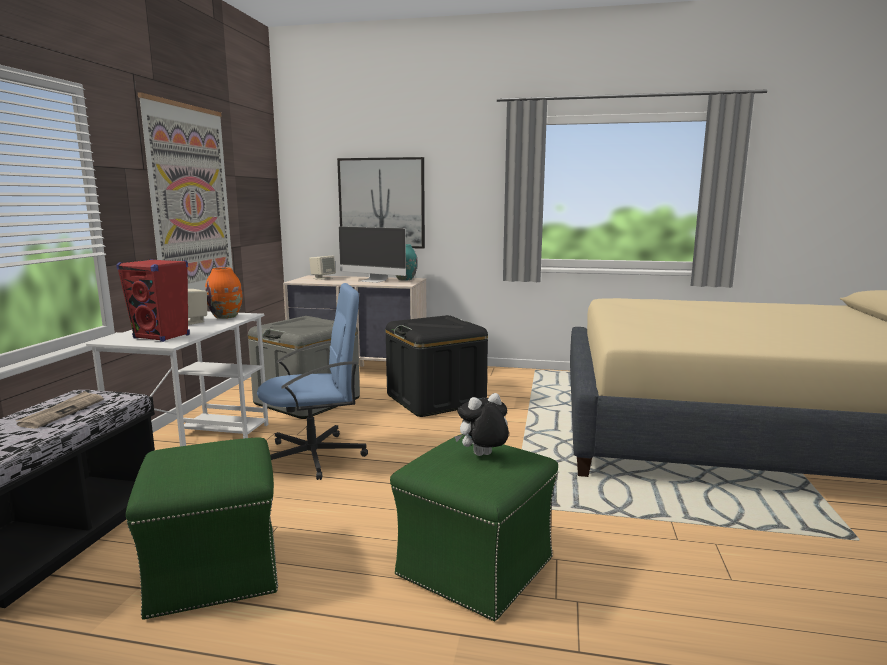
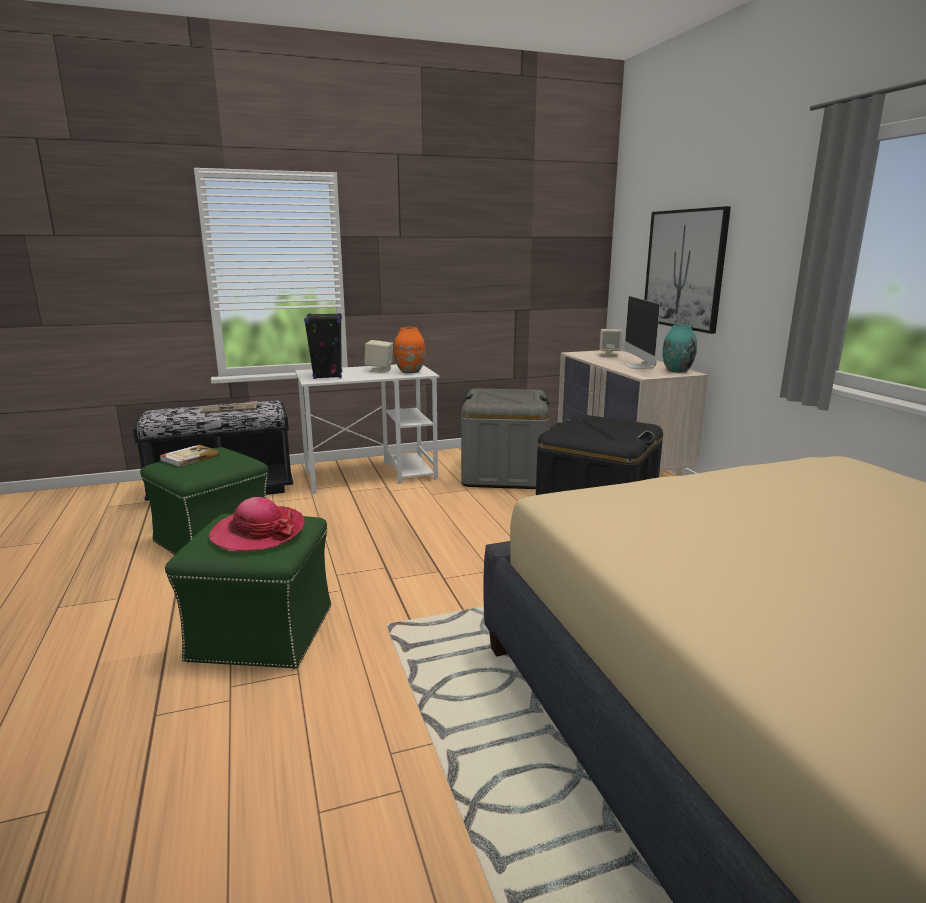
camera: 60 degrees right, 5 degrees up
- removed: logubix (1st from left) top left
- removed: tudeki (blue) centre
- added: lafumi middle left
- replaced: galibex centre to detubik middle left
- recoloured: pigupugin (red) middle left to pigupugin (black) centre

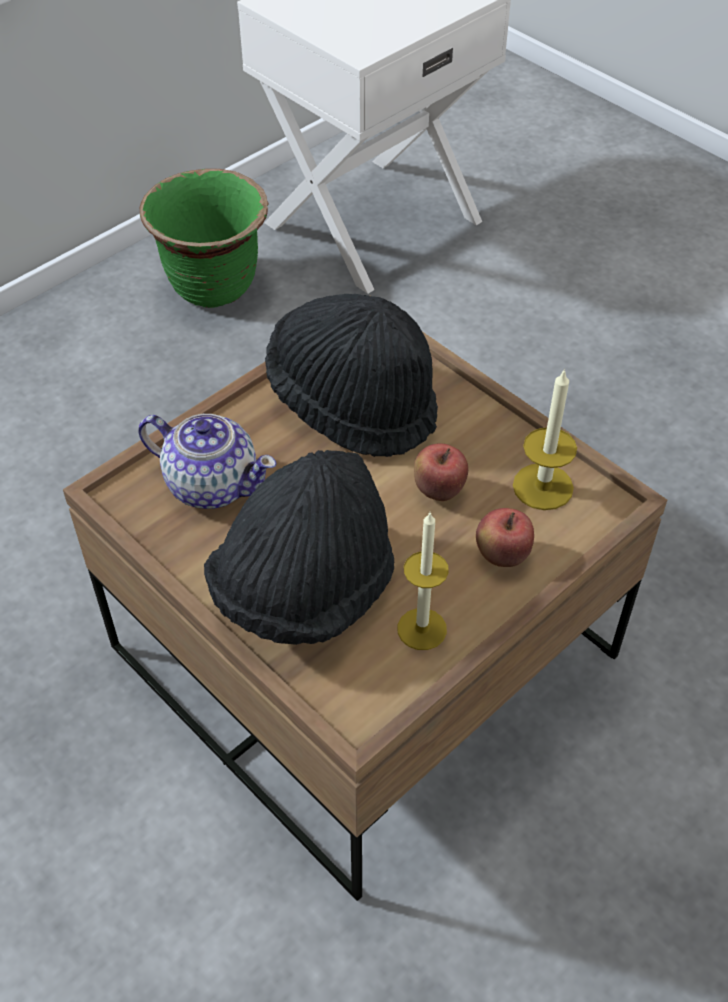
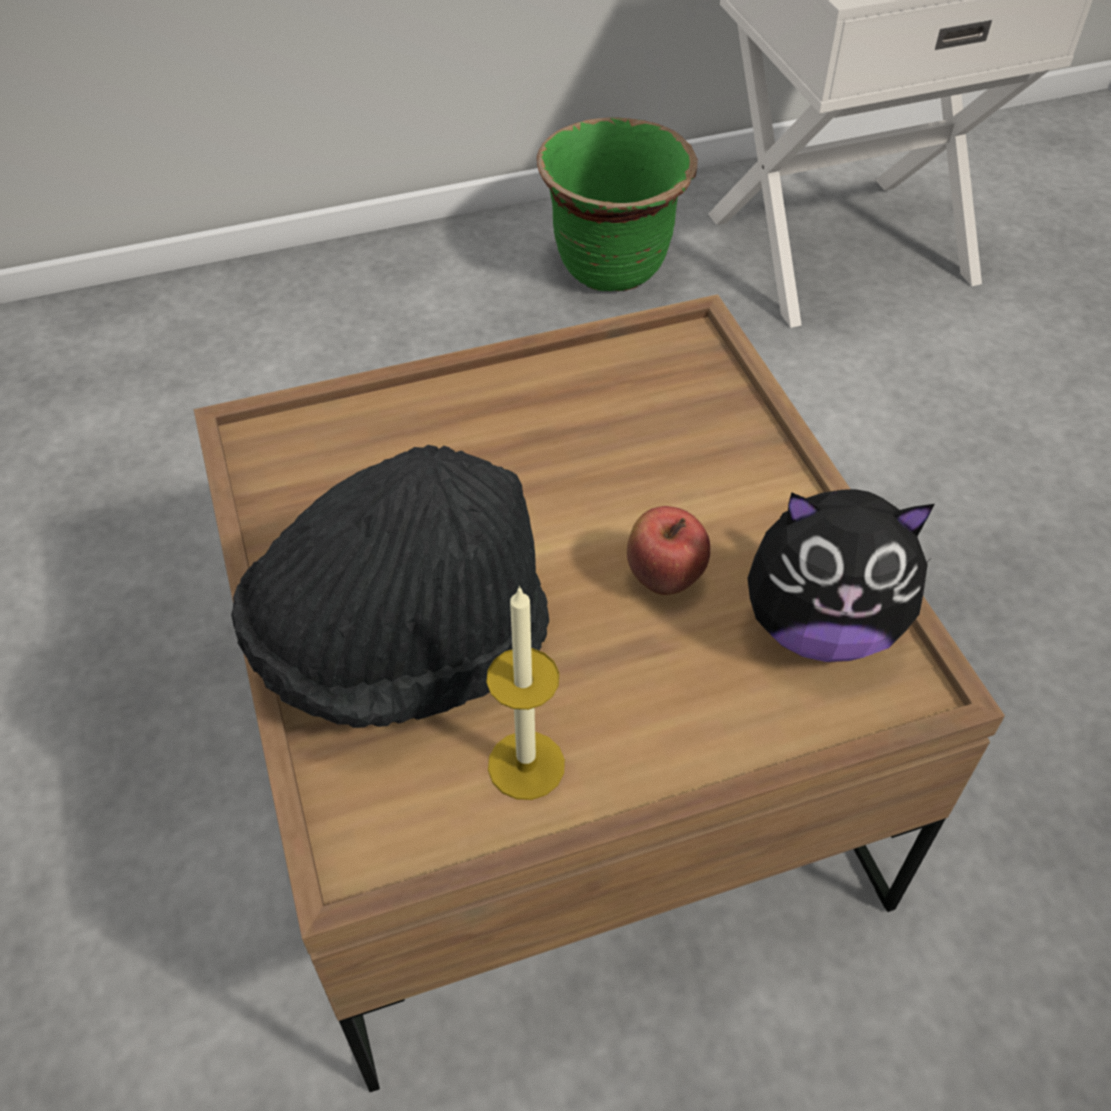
camera: 25 degrees right, 0 degrees up
- removed: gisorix middle left
- removed: detubik (black) (2nd from left) centre
- removed: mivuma (2nd from left) middle right
- replaced: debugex (2nd from left) middle right to galibex middle right

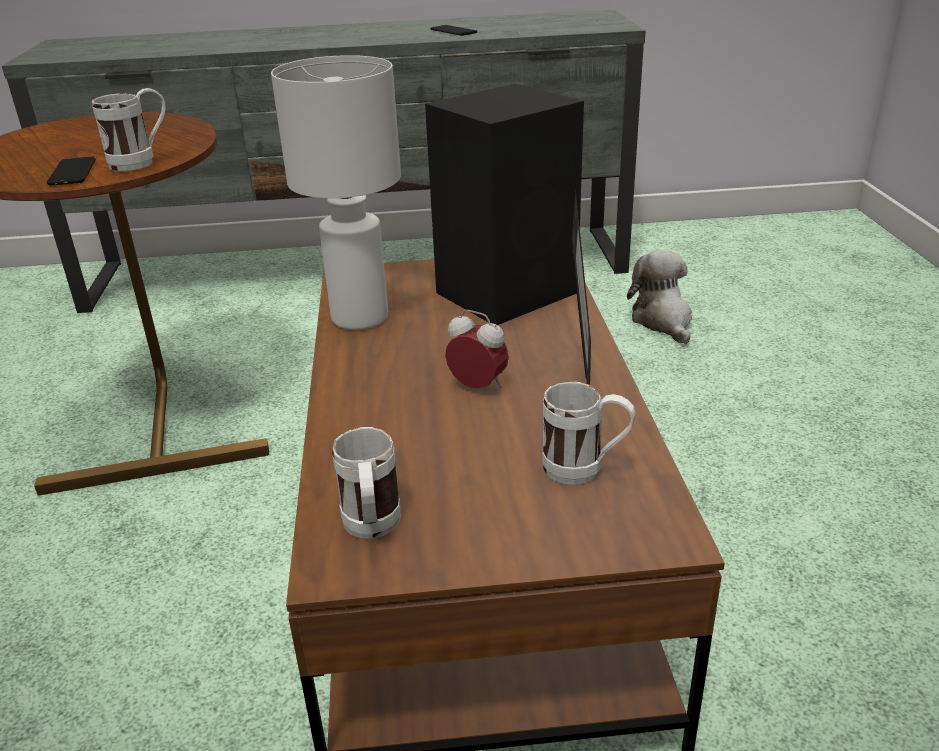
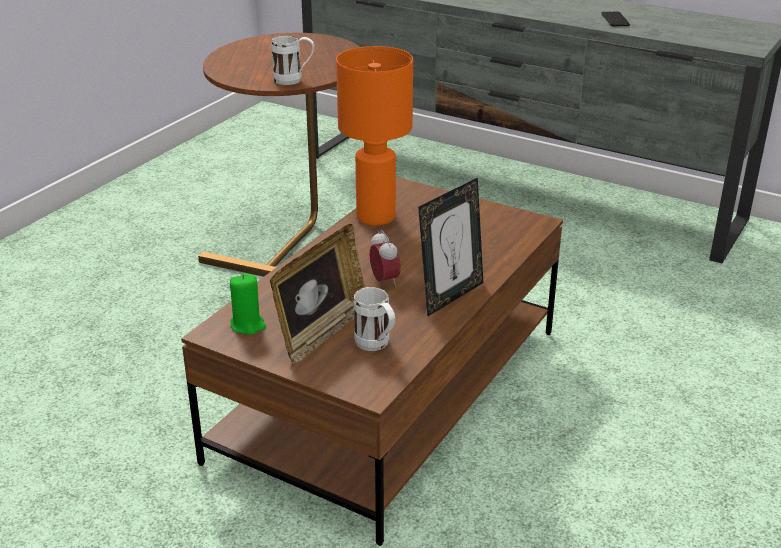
camera: 35 degrees right, 0 degrees up
- removed: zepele (1st from left) top left
- removed: pigupugin (black) top centre
- removed: galibex middle right
- added: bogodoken (1st from left) centre
- replaced: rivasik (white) (2nd from left) centre to debugex (green) middle left
- recoloured: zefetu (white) top centre to zefetu (orange) top centre

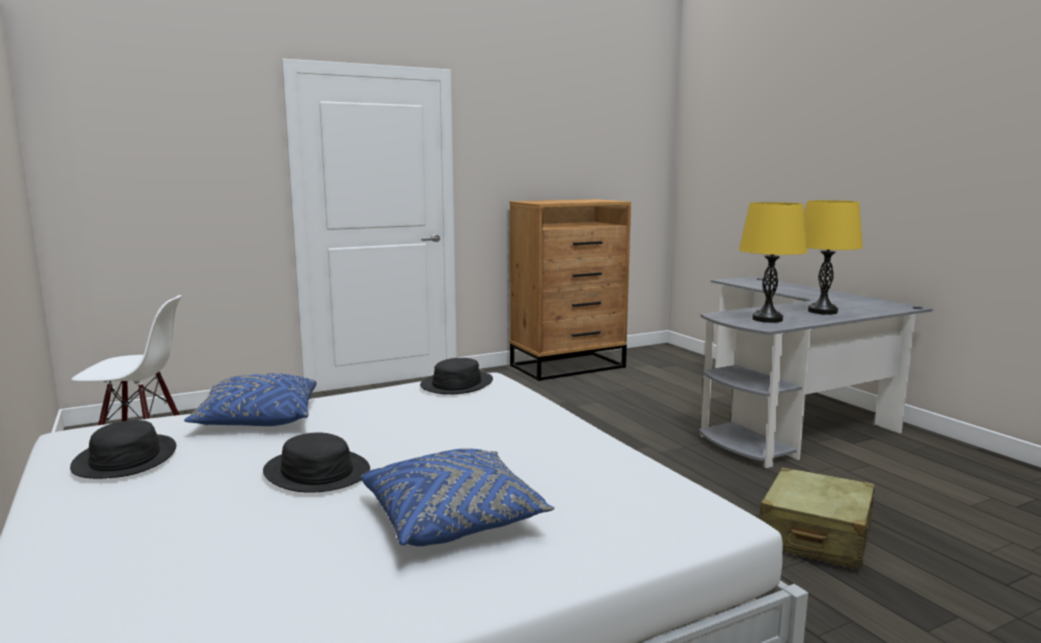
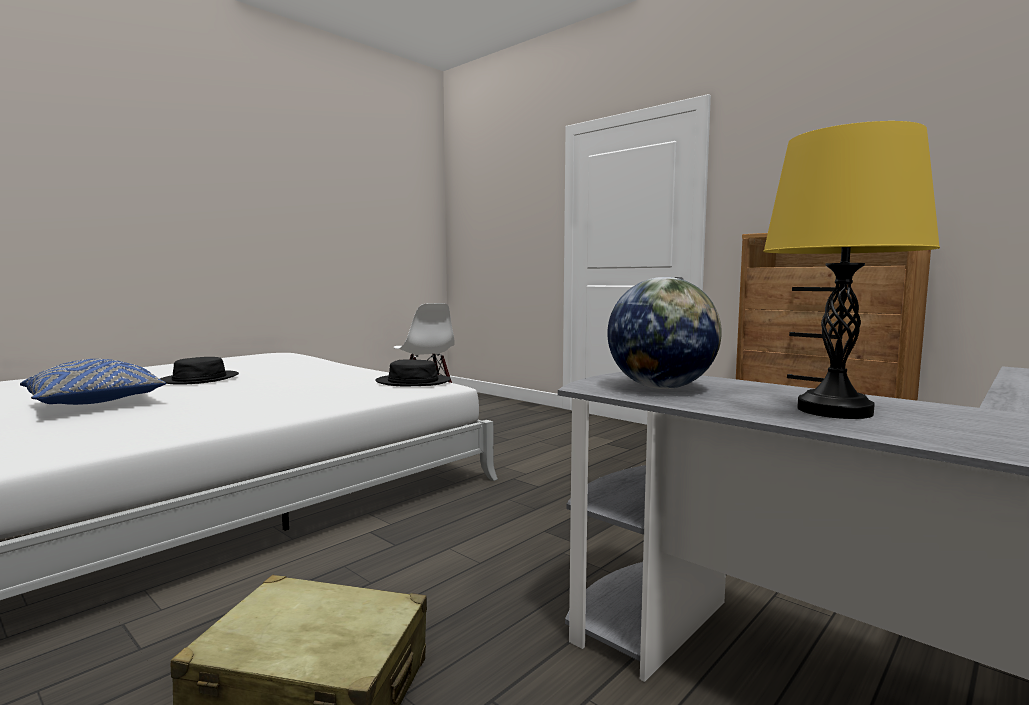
camera: 70 degrees right, 5 degrees down
- removed: detubik (black) (1st from left) bottom left
- removed: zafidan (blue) (1st from left) middle left
- replaced: zefetu (yellow) (1st from left) middle right to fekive centre

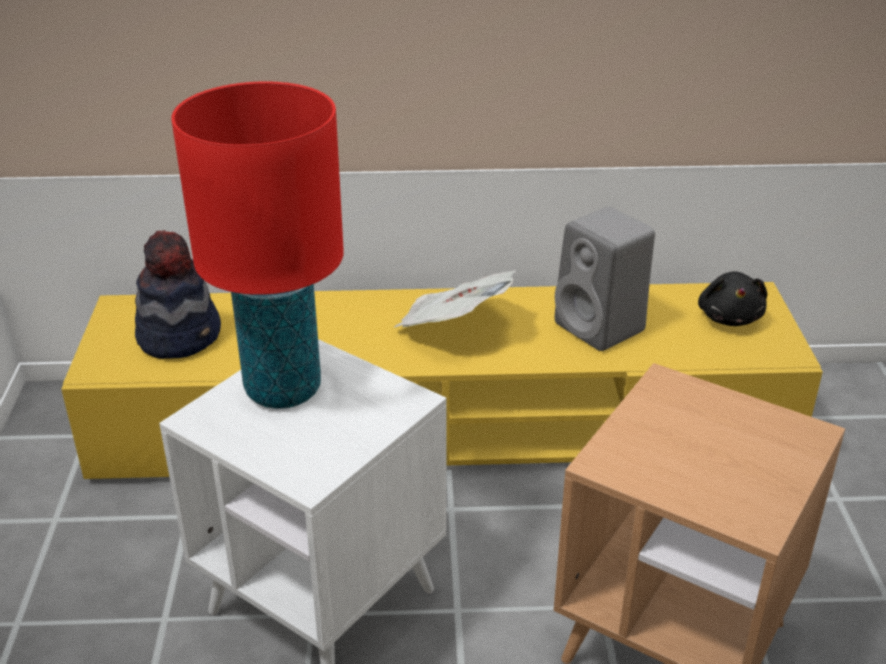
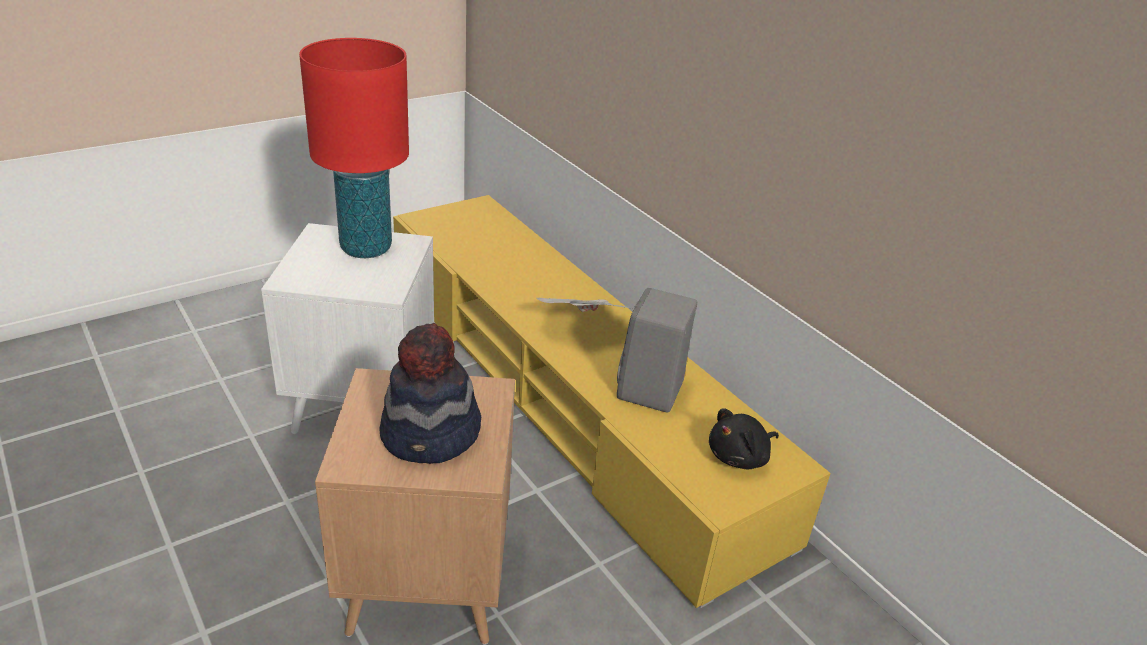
camera: 55 degrees right, 0 degrees up
- moved: detubik middle left to centre

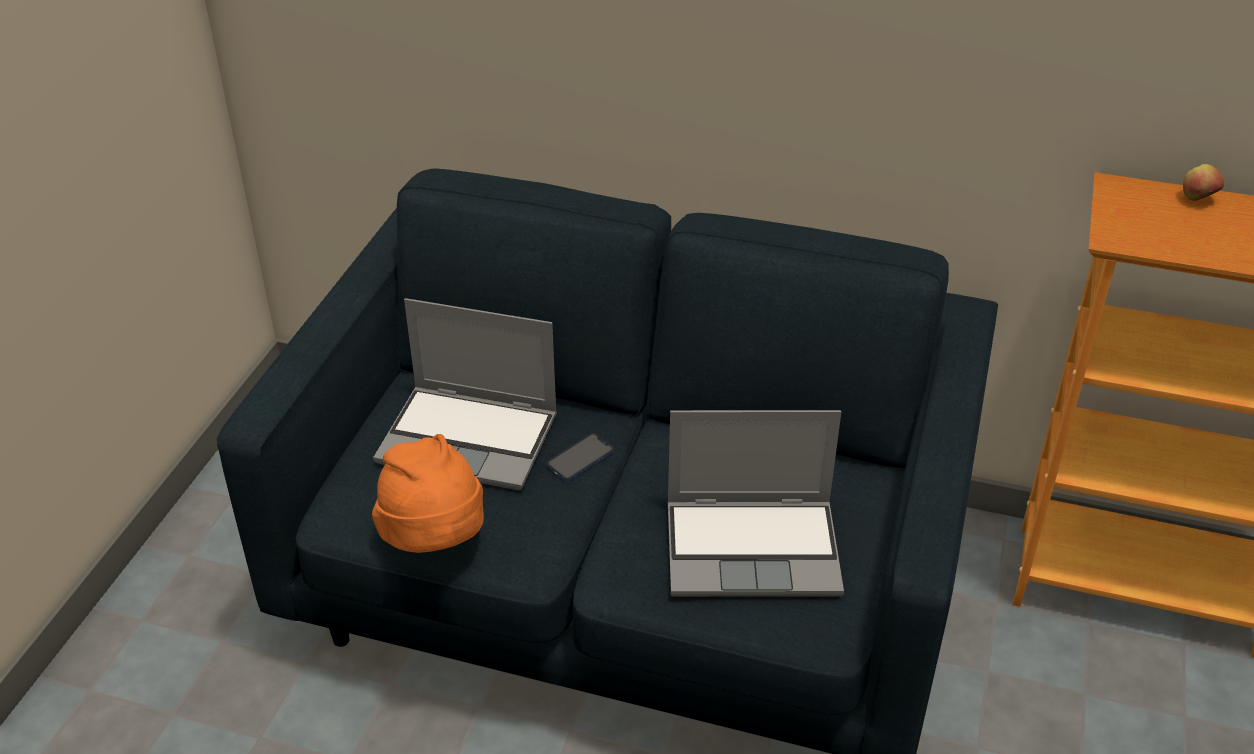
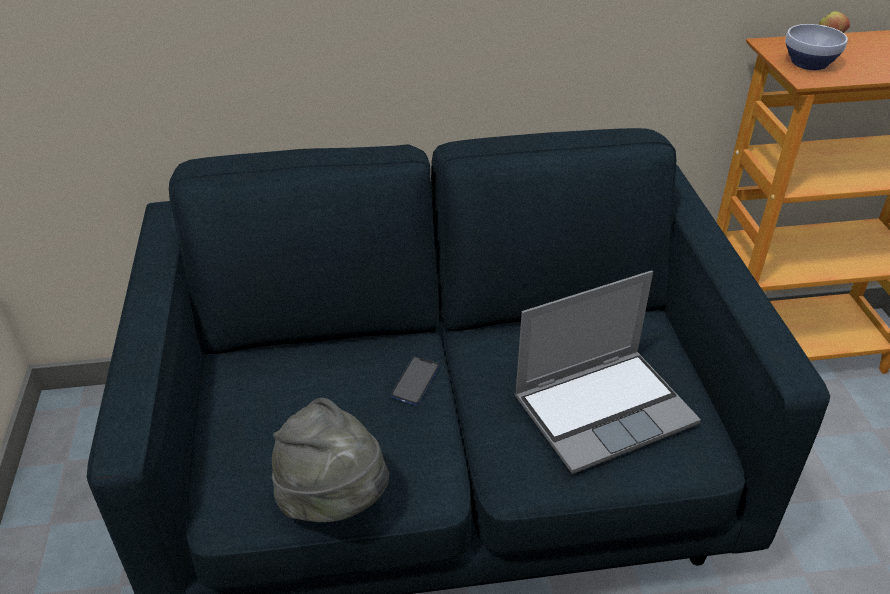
camera: 25 degrees left, 0 degrees up
- removed: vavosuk (1st from left) centre
- added: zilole top right
- recoloured: detubik (orange) centre to detubik (grey) bottom centre

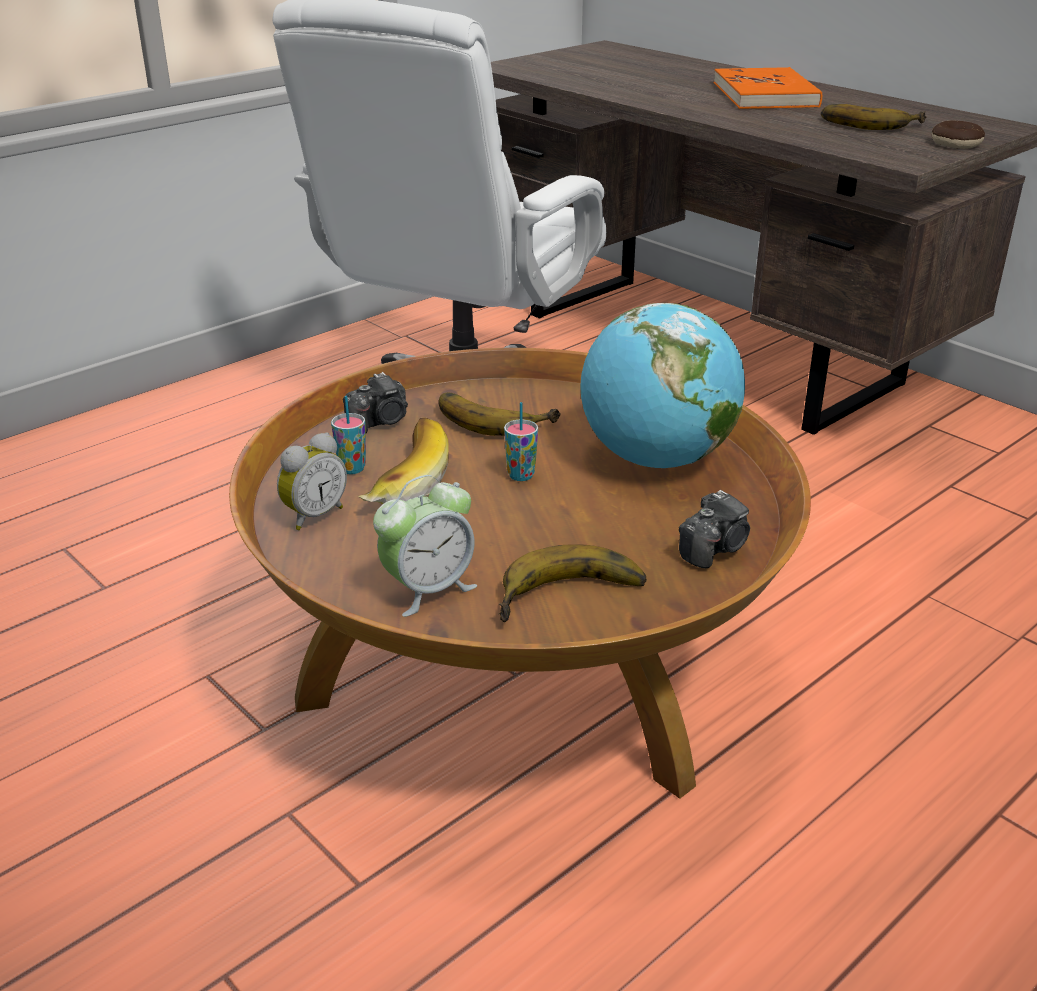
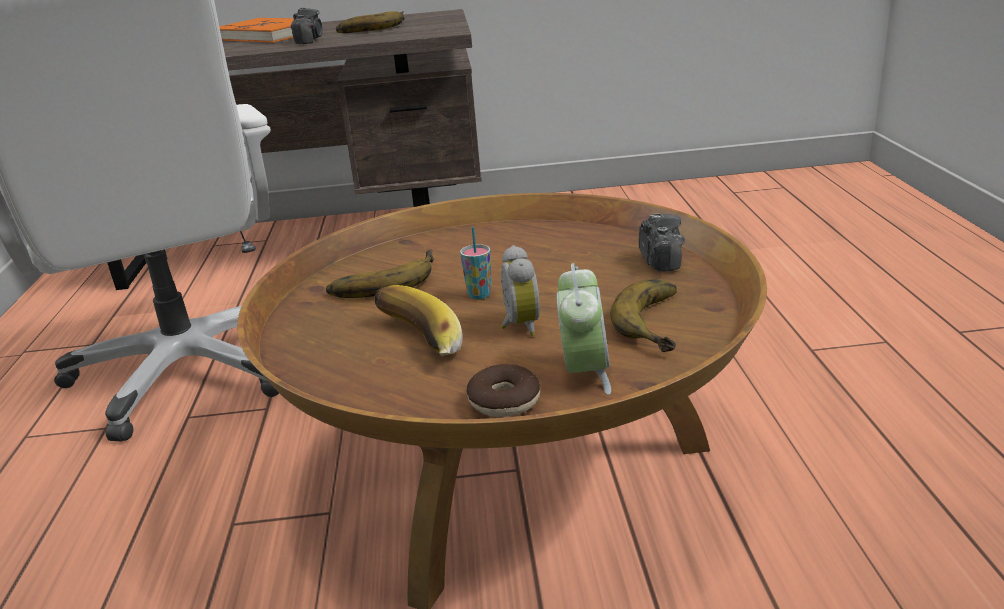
camera: 50 degrees left, 5 degrees down
- removed: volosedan (1st from left) centre
- removed: fekive centre
- moved: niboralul (1st from left) middle left to centre
- moved: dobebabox (1st from left) centre to top left
- moved: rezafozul top right to centre

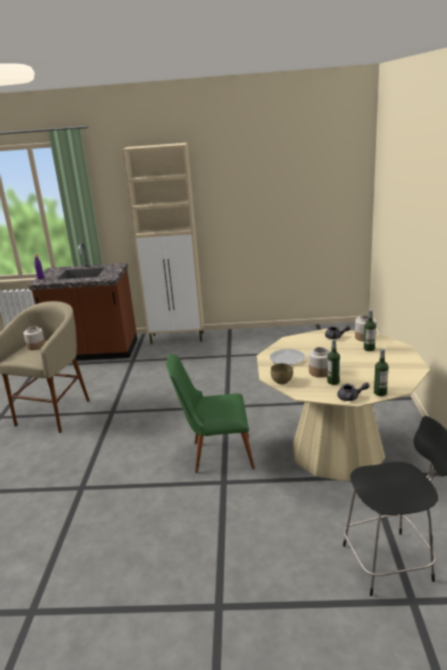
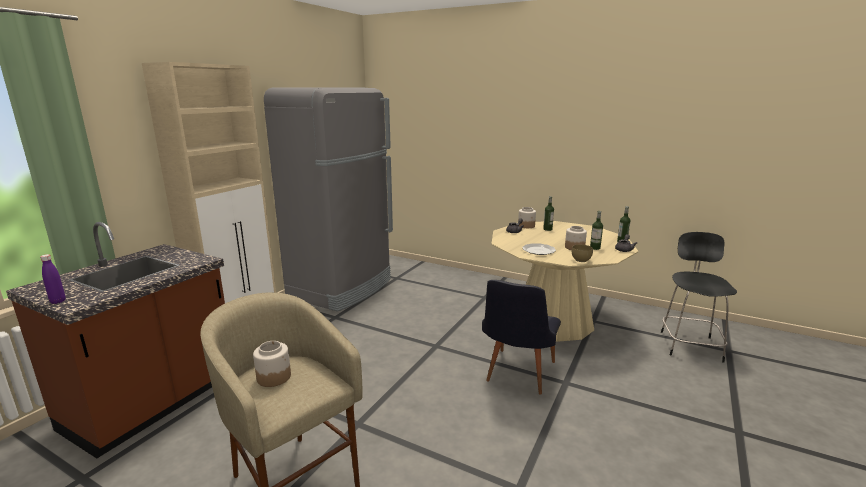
camera: 65 degrees left, 5 degrees down
- added: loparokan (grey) centre
- recoloured: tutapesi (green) centre to tutapesi (black) bottom centre

